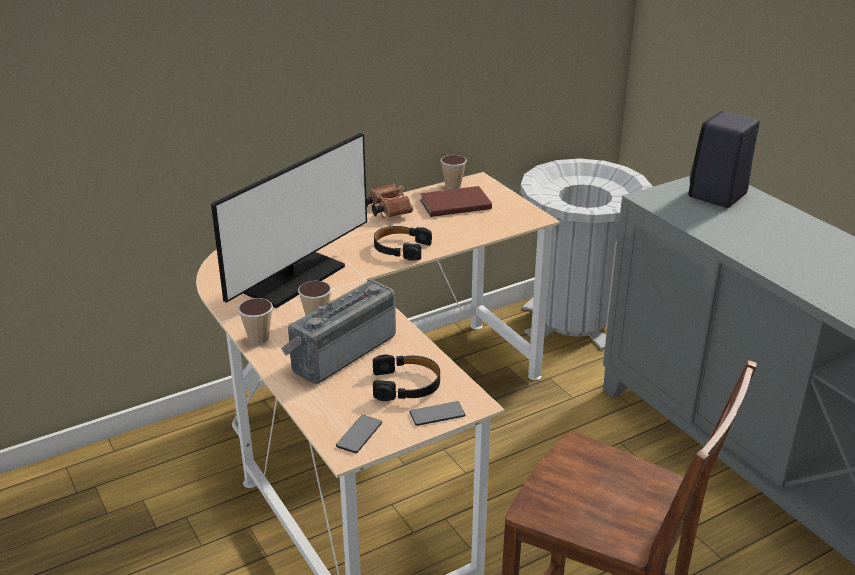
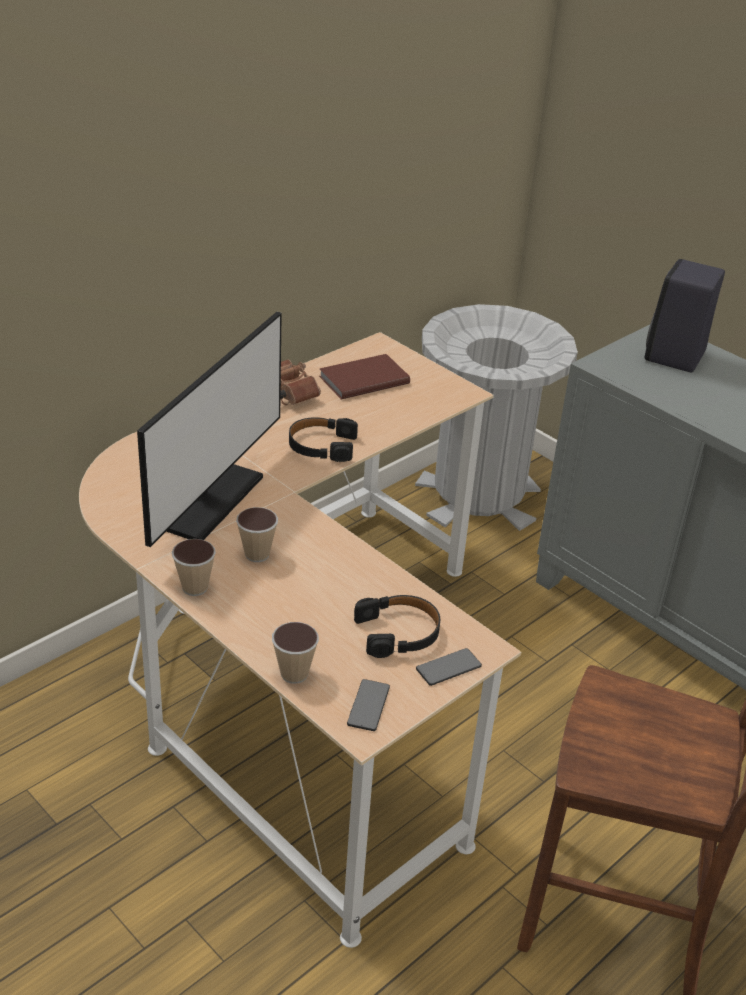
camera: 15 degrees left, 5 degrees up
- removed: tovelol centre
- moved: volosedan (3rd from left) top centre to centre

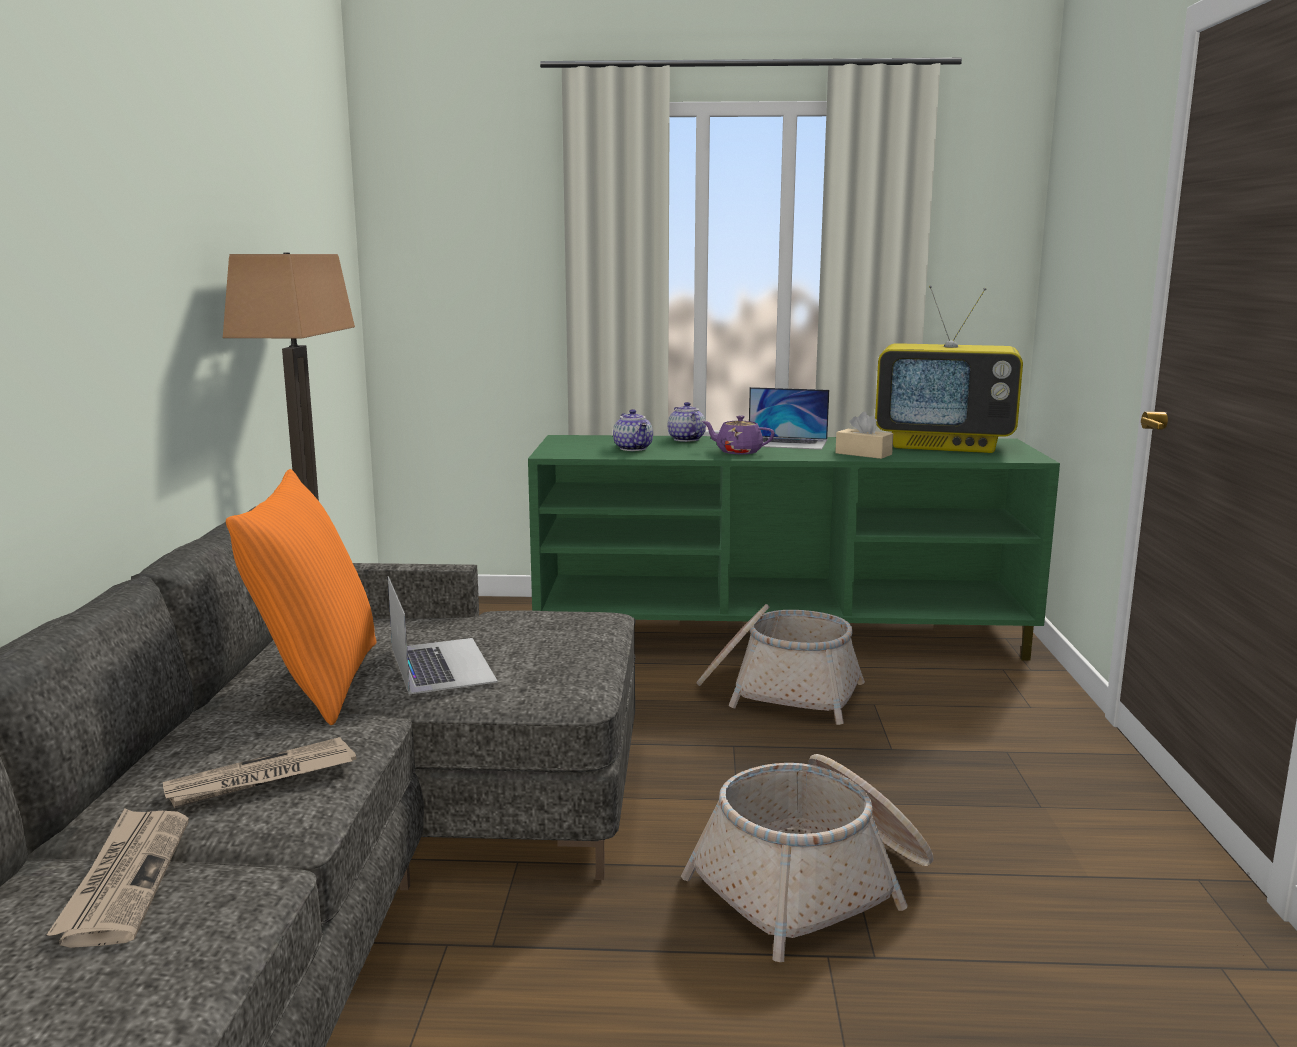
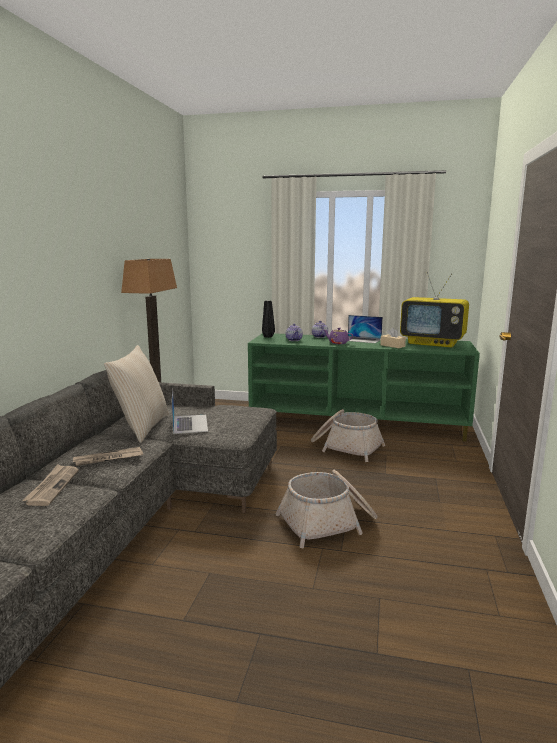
camera: 10 degrees right, 0 degrees up
- added: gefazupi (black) centre
- recoloured: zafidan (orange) middle left to zafidan (beige) middle left

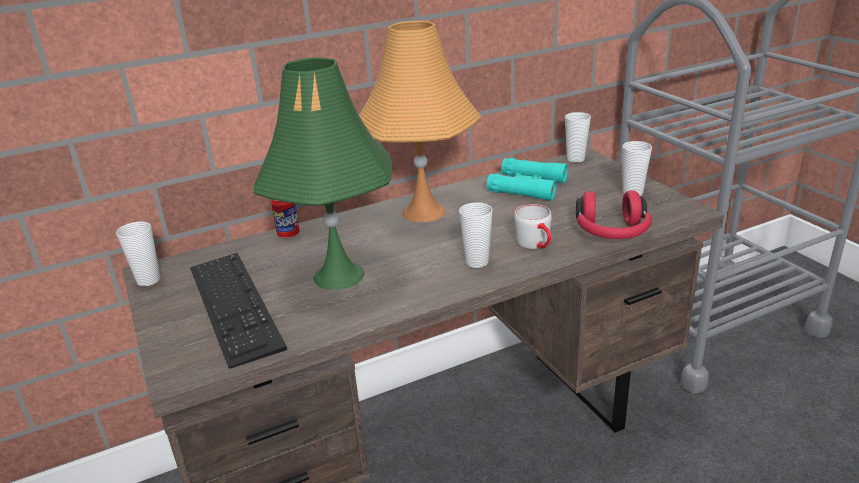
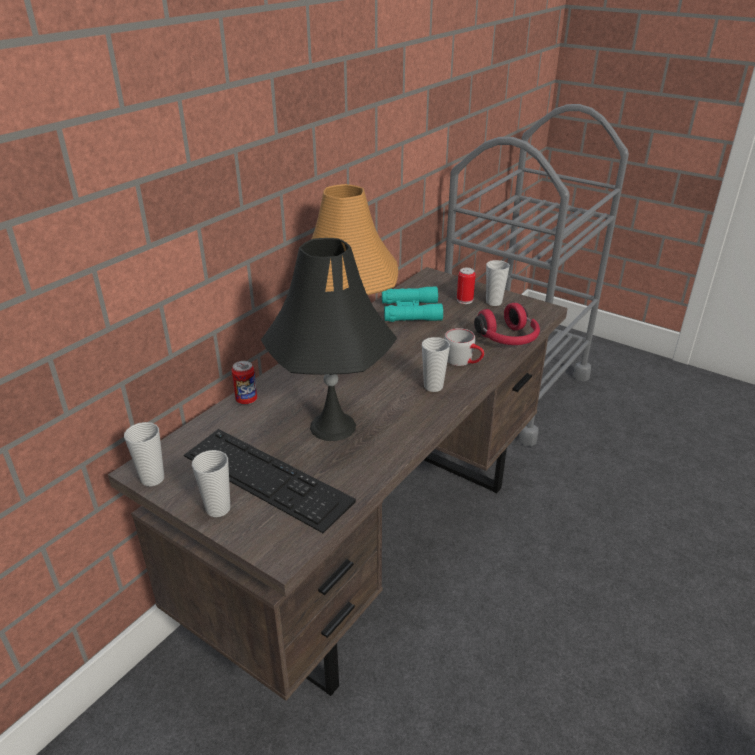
camera: 30 degrees left, 5 degrees up
- added: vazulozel (2nd from left) centre
- moved: volosedan (3rd from left in the first image) top right to volosedan (2nd from left) middle left
- recoloured: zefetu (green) centre to zefetu (black) centre

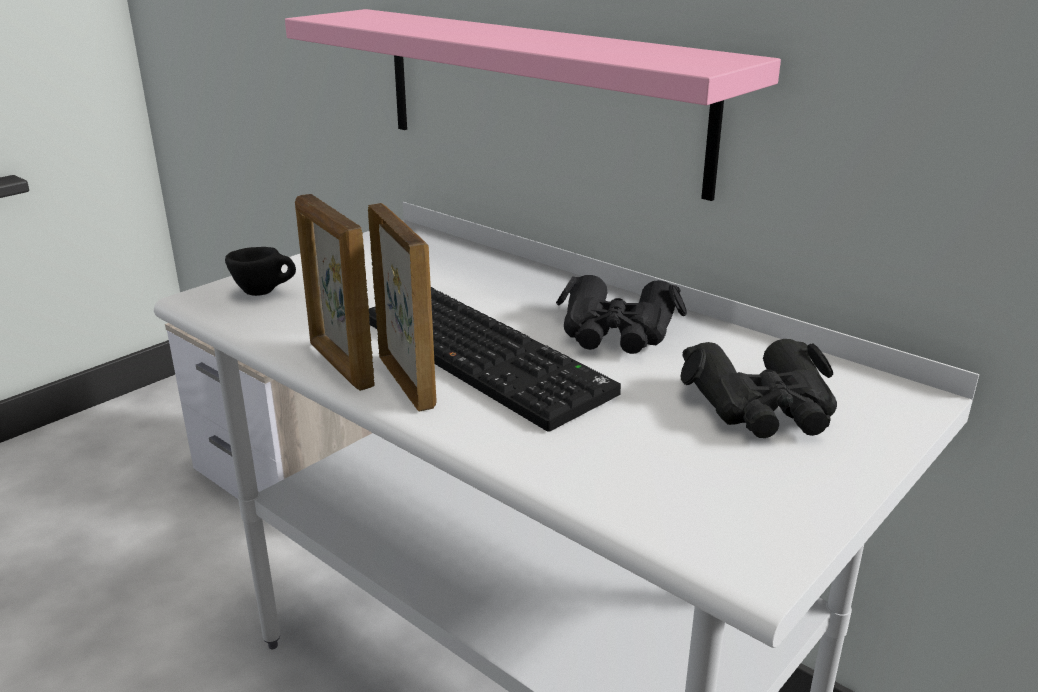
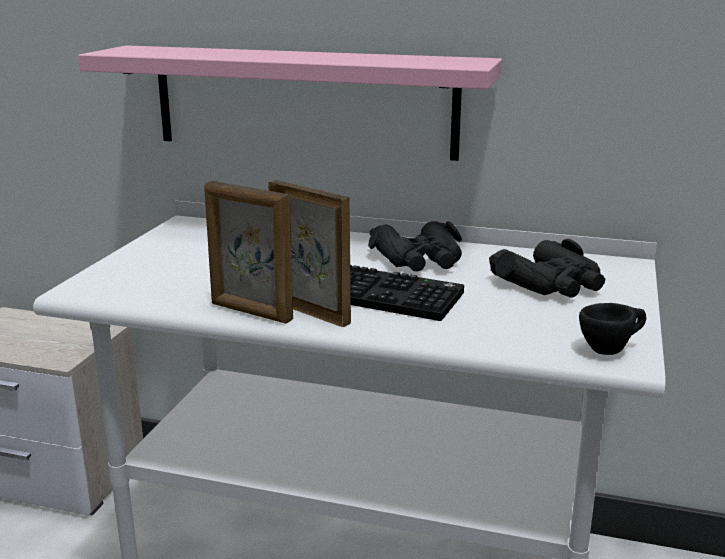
camera: 25 degrees left, 5 degrees down
- moved: volosedan (black) middle left to middle right

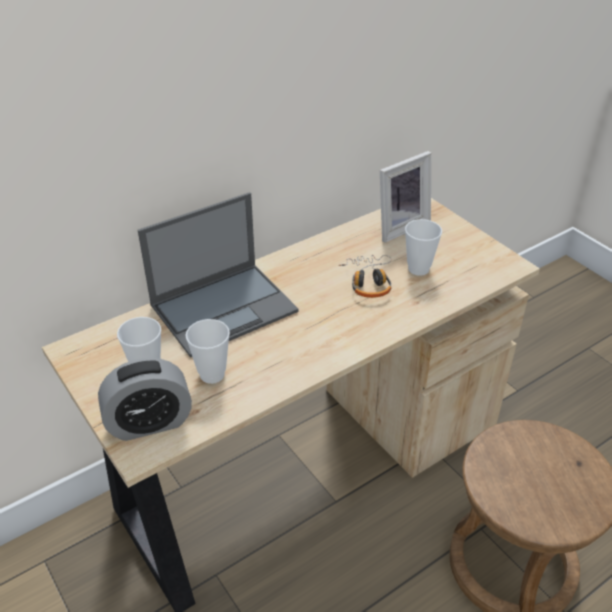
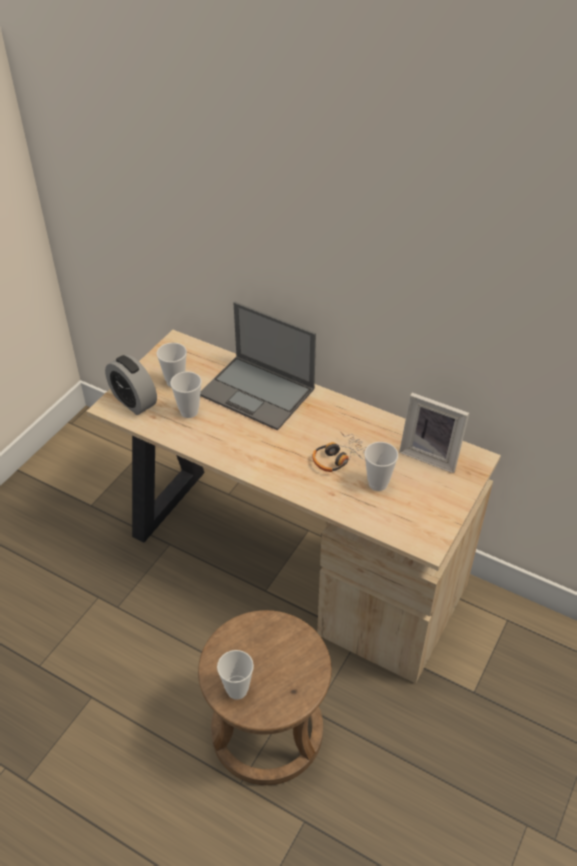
camera: 65 degrees right, 5 degrees up
- added: volosedan (3rd from left) bottom centre

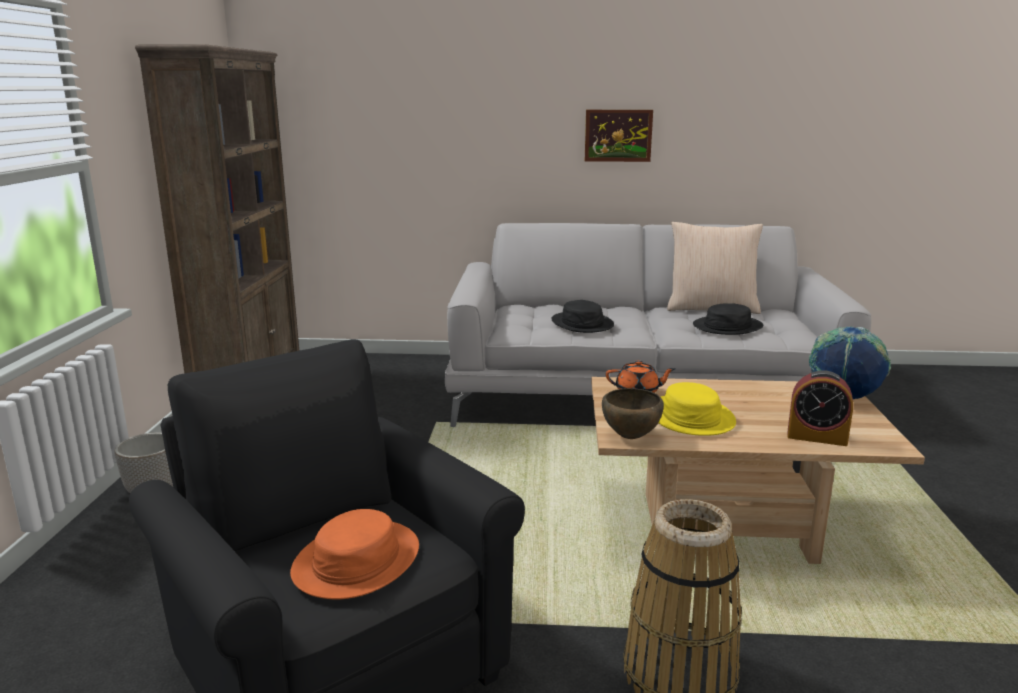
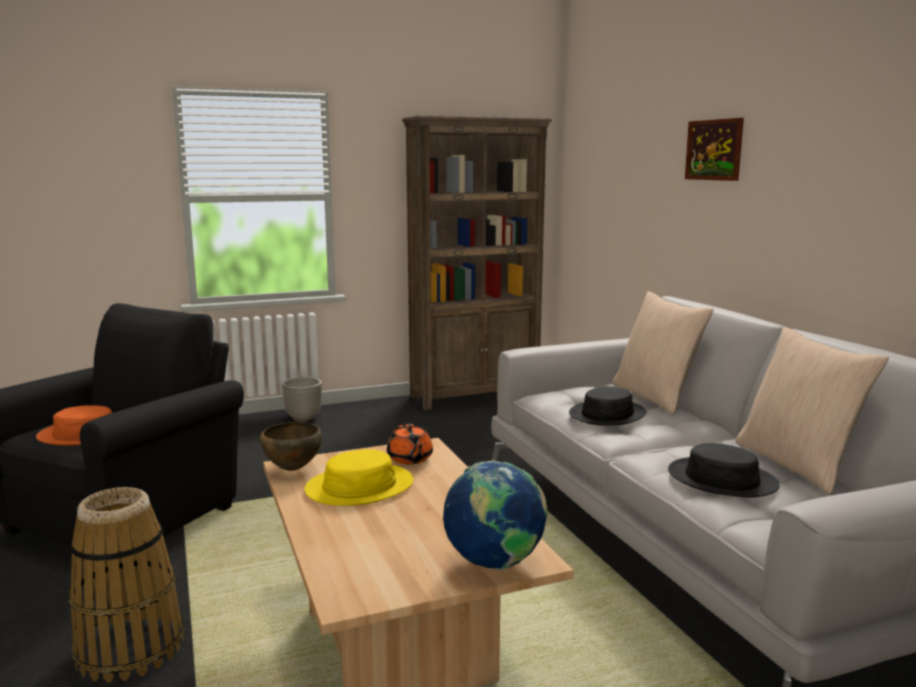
camera: 65 degrees right, 5 degrees down
- removed: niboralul middle right
- added: zafidan (beige) (1st from left) middle right
- moved: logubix top centre to top right

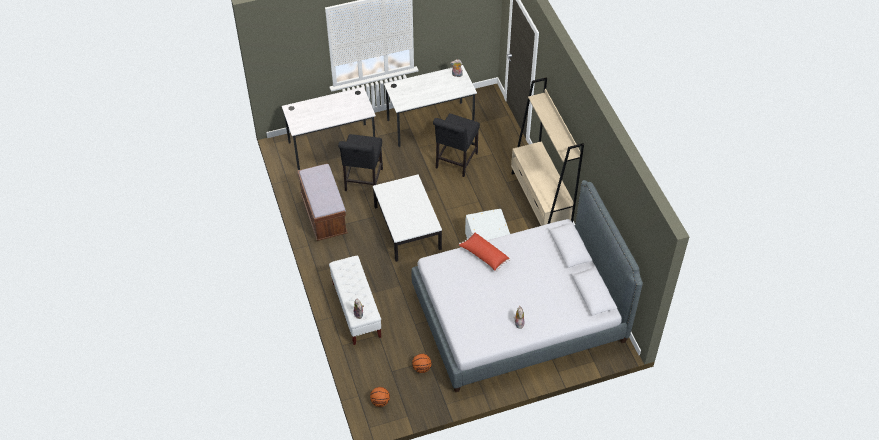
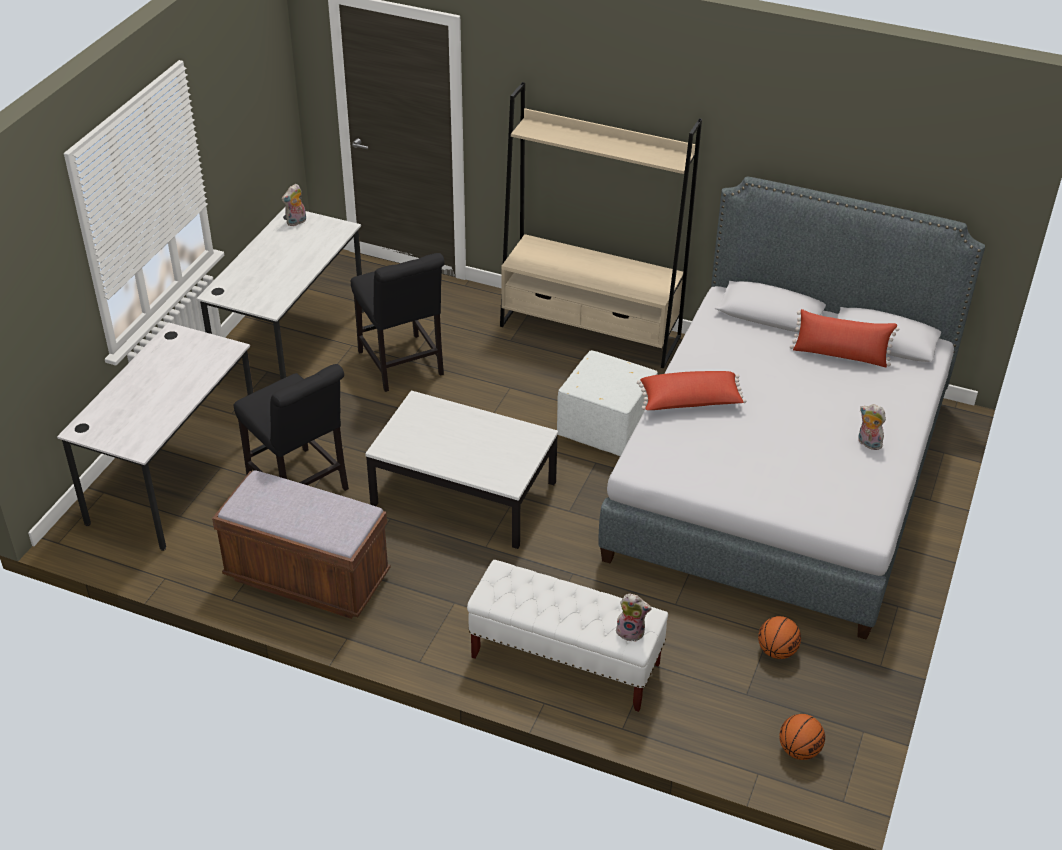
camera: 50 degrees left, 10 degrees down
- added: zafidan (red) (2nd from left) middle right

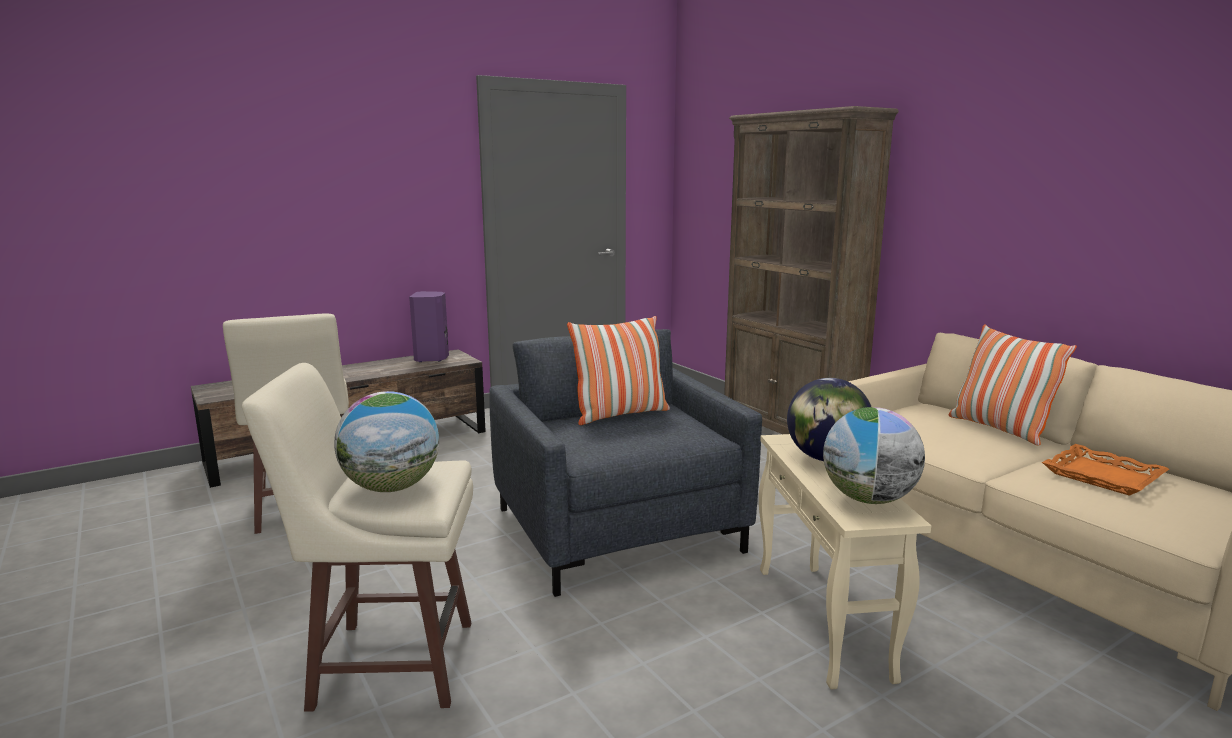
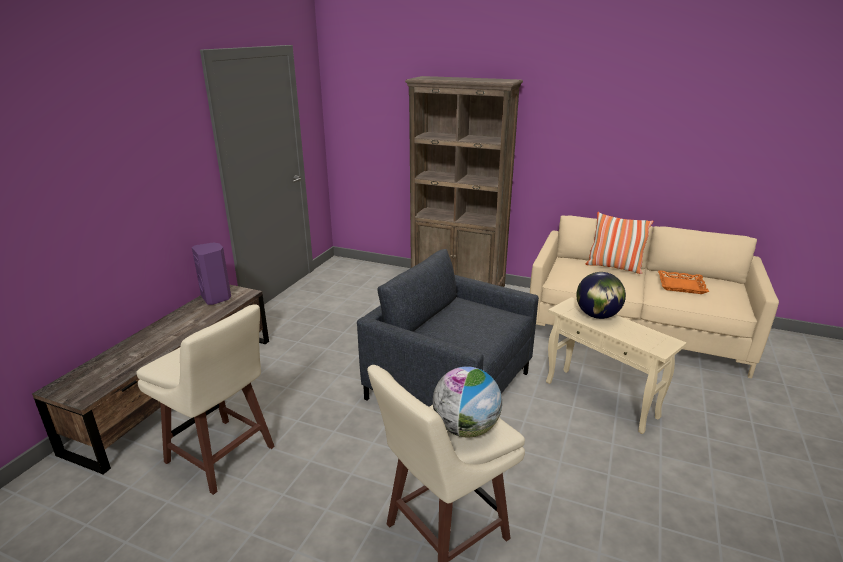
camera: 35 degrees left, 10 degrees up
- removed: zafidan (1st from left) centre
- removed: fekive (3rd from left) middle right

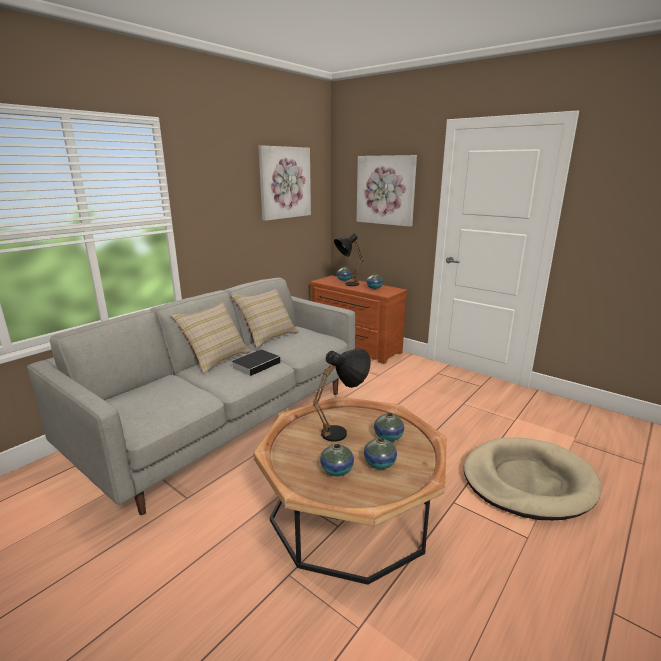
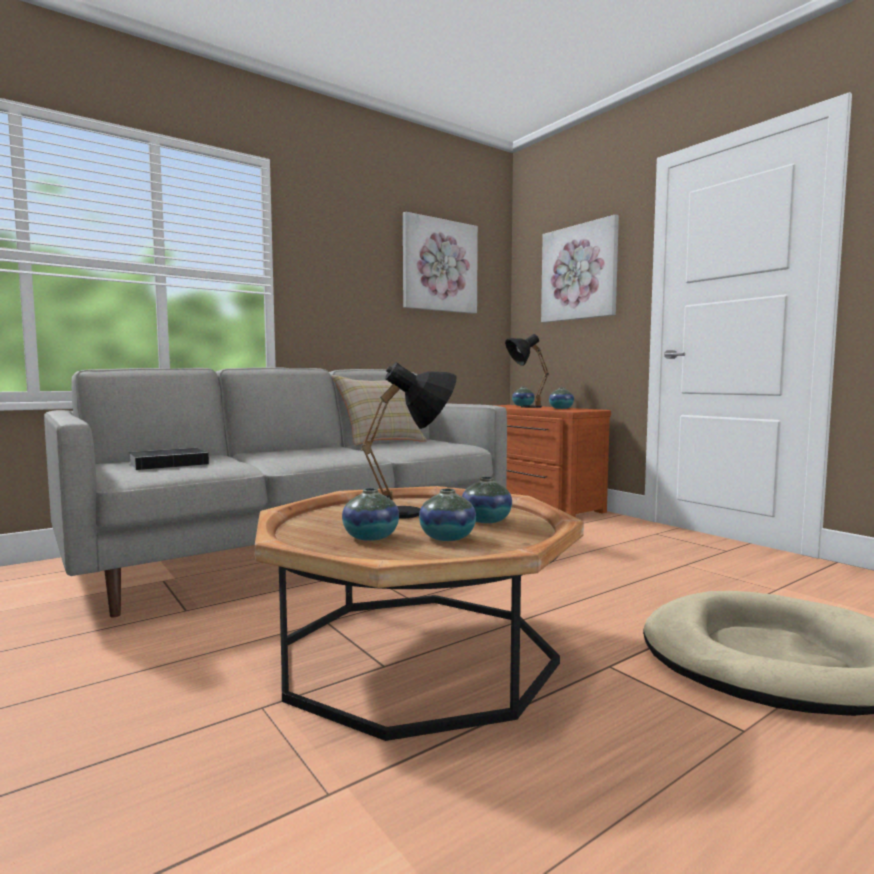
camera: 15 degrees right, 15 degrees down
- removed: zafidan (beige) (1st from left) middle left
- moved: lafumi centre to middle left

